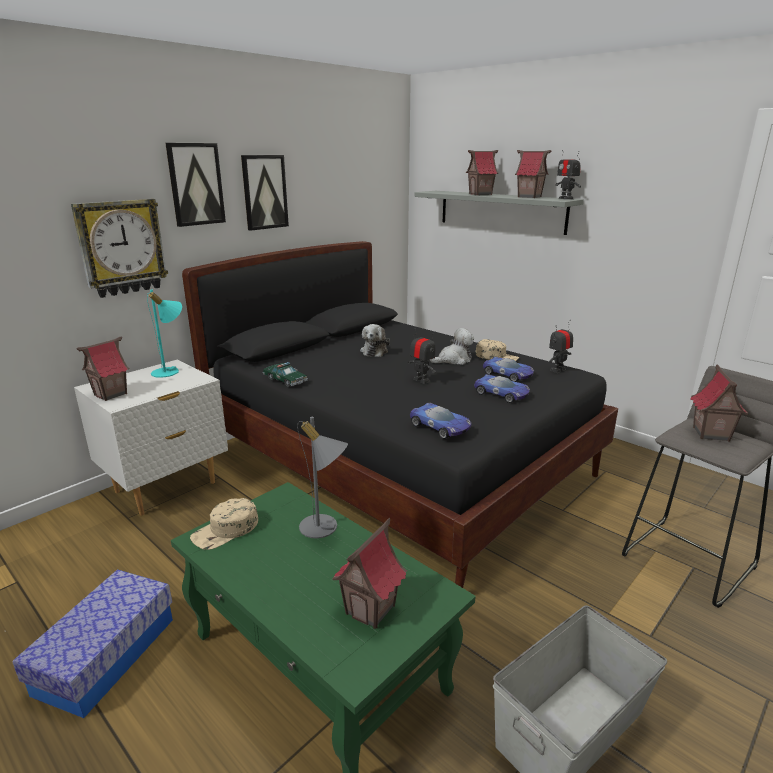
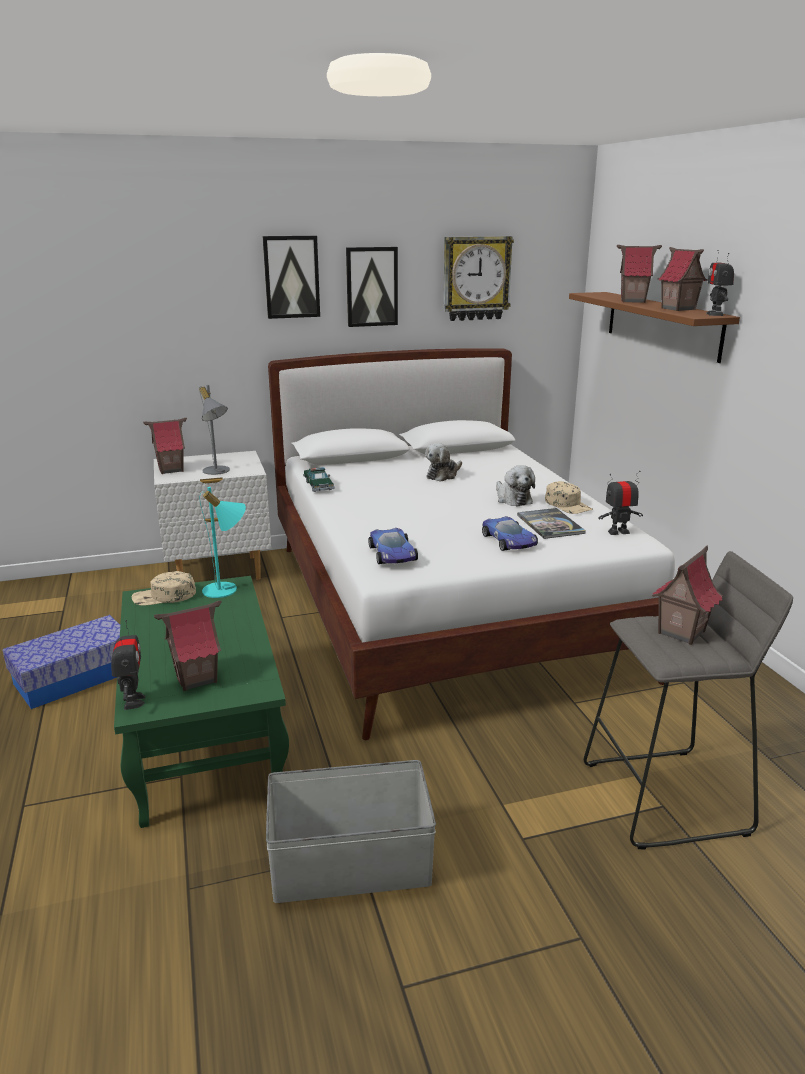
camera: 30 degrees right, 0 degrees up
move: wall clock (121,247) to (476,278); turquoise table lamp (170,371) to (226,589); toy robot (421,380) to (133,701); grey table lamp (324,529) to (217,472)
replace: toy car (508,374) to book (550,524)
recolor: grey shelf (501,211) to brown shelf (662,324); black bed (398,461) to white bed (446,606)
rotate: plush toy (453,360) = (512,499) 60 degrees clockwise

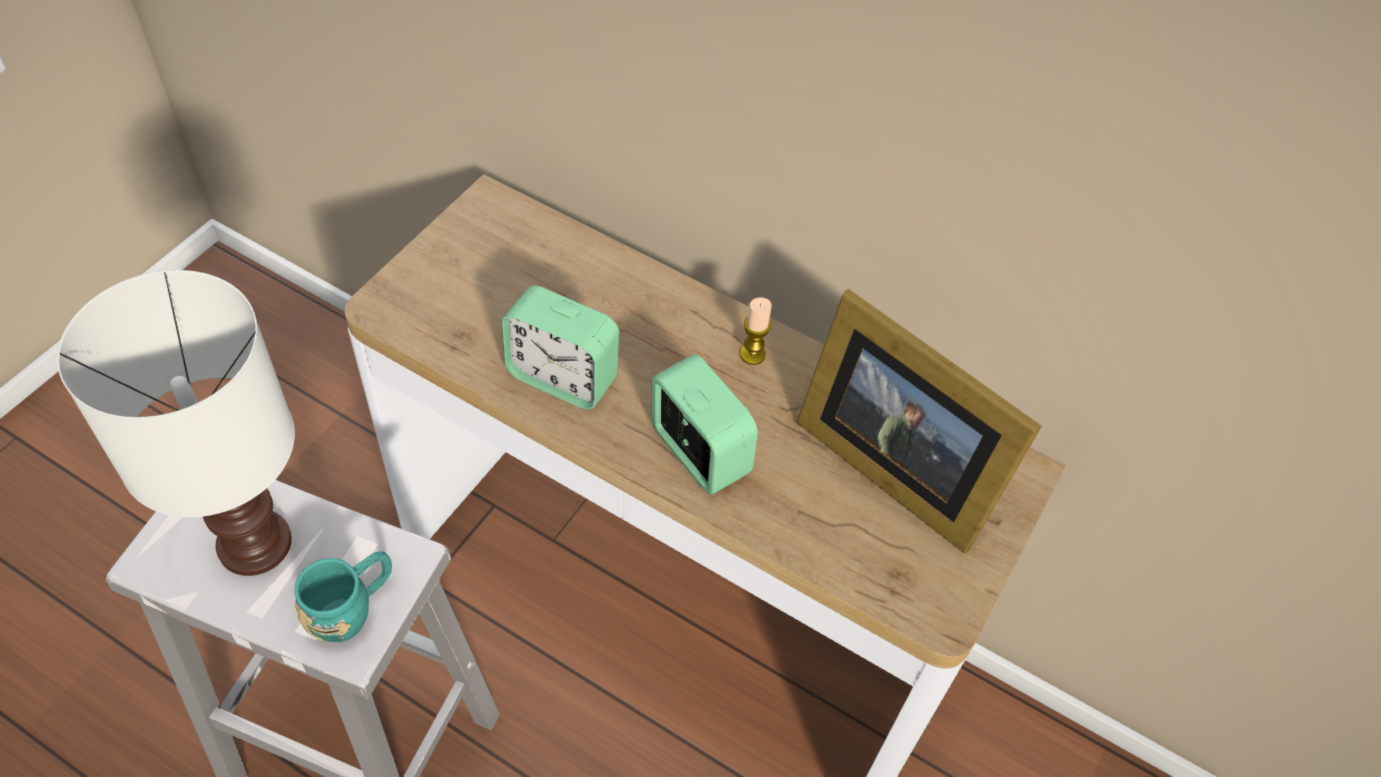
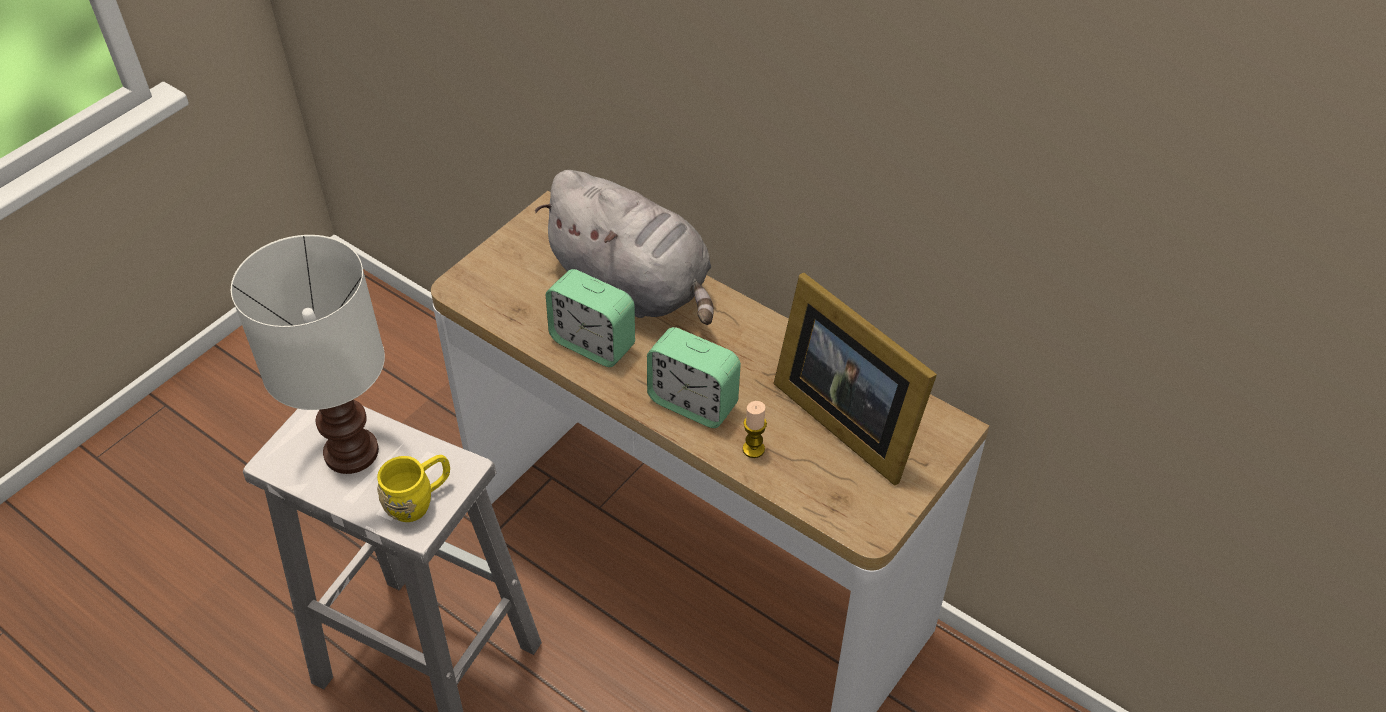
camera: 10 degrees right, 5 degrees down
insert: grey plush toy (634,286)
move: candle (752,354) to (753,449)
recolor: turquoise mug (353,609) to yellow mug (419,500)
rotate: alarm clock (699,453) = (693,403) 150 degrees clockwise

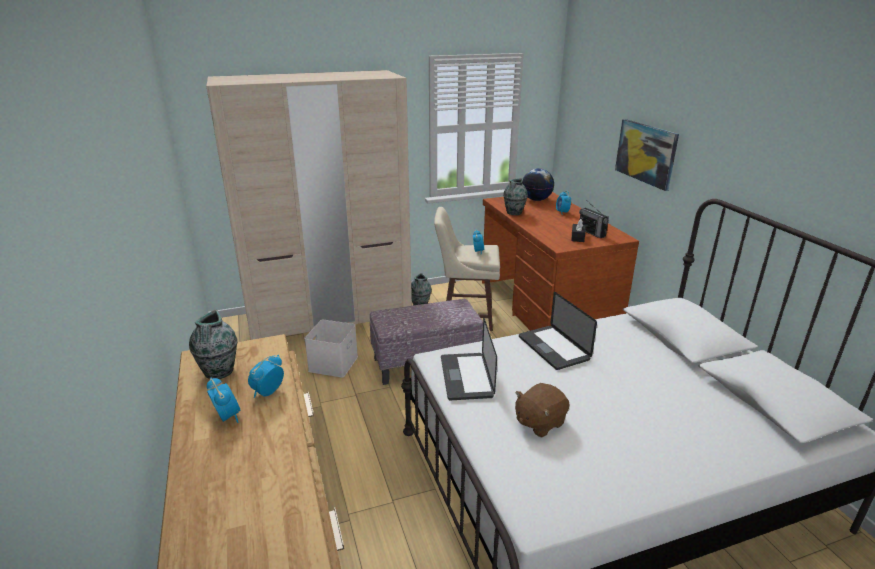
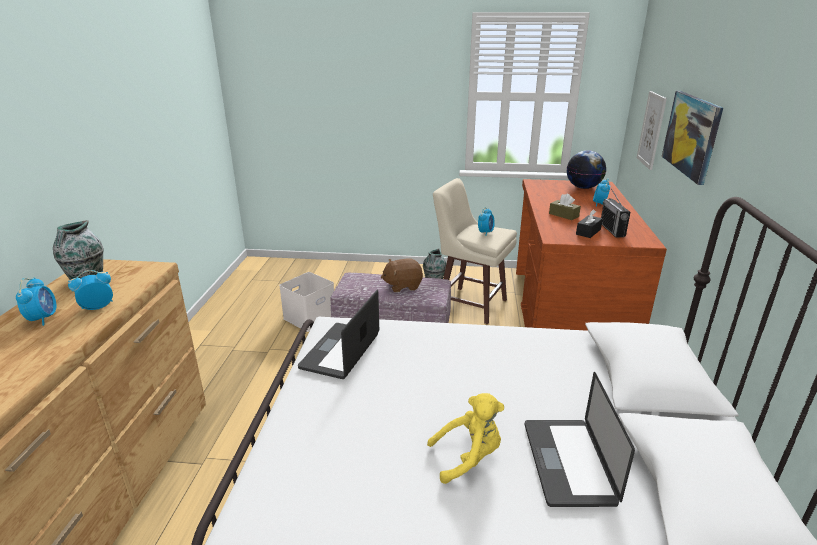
camera: 25 degrees right, 0 degrees up
delete: beige wardrobe (330,316); vase (514,213)
insert: picture (651,130); brown tissue box (563,215); yellow plush toy (468,457)
move: laptop (553,348) to (568,462); brown plush toy (539,422) to (402,286)

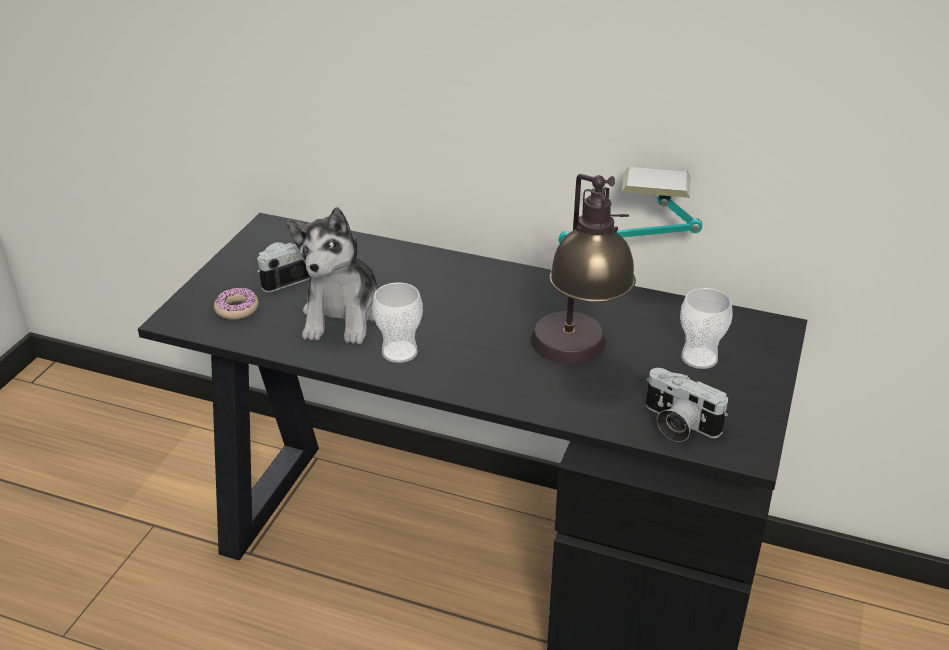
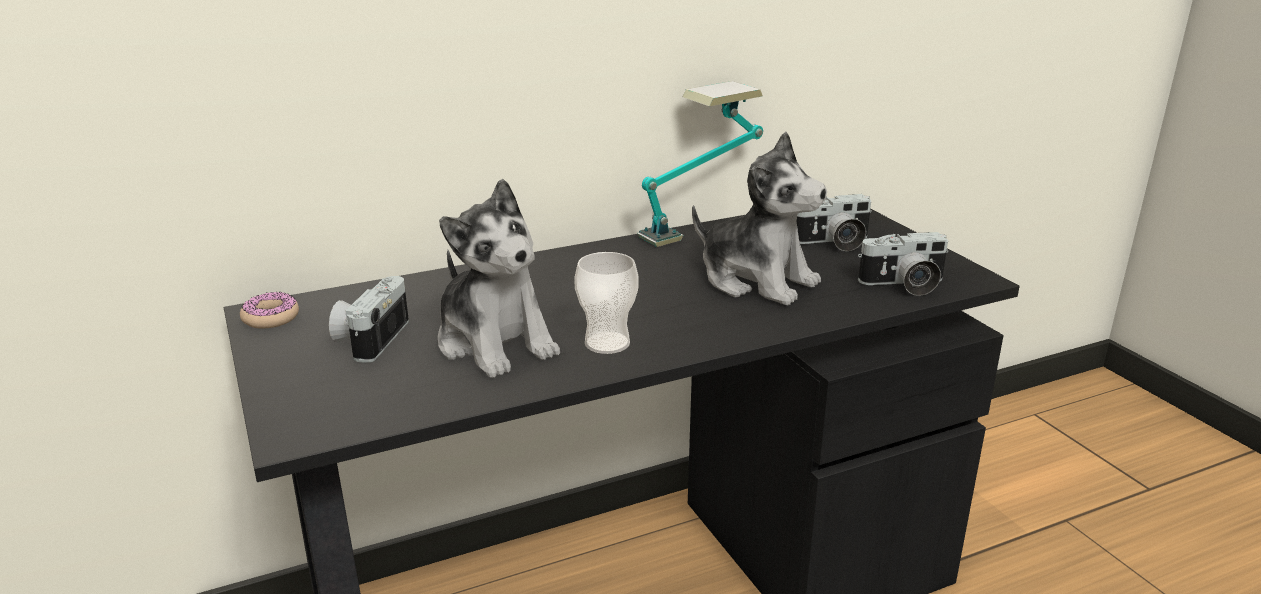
camera: 45 degrees left, 10 degrees down
move: donut (237,309) to (271,318)
replace: table lamp (576,358) to plush toy (757,280); cup (699,358) to photo camera (833,243)

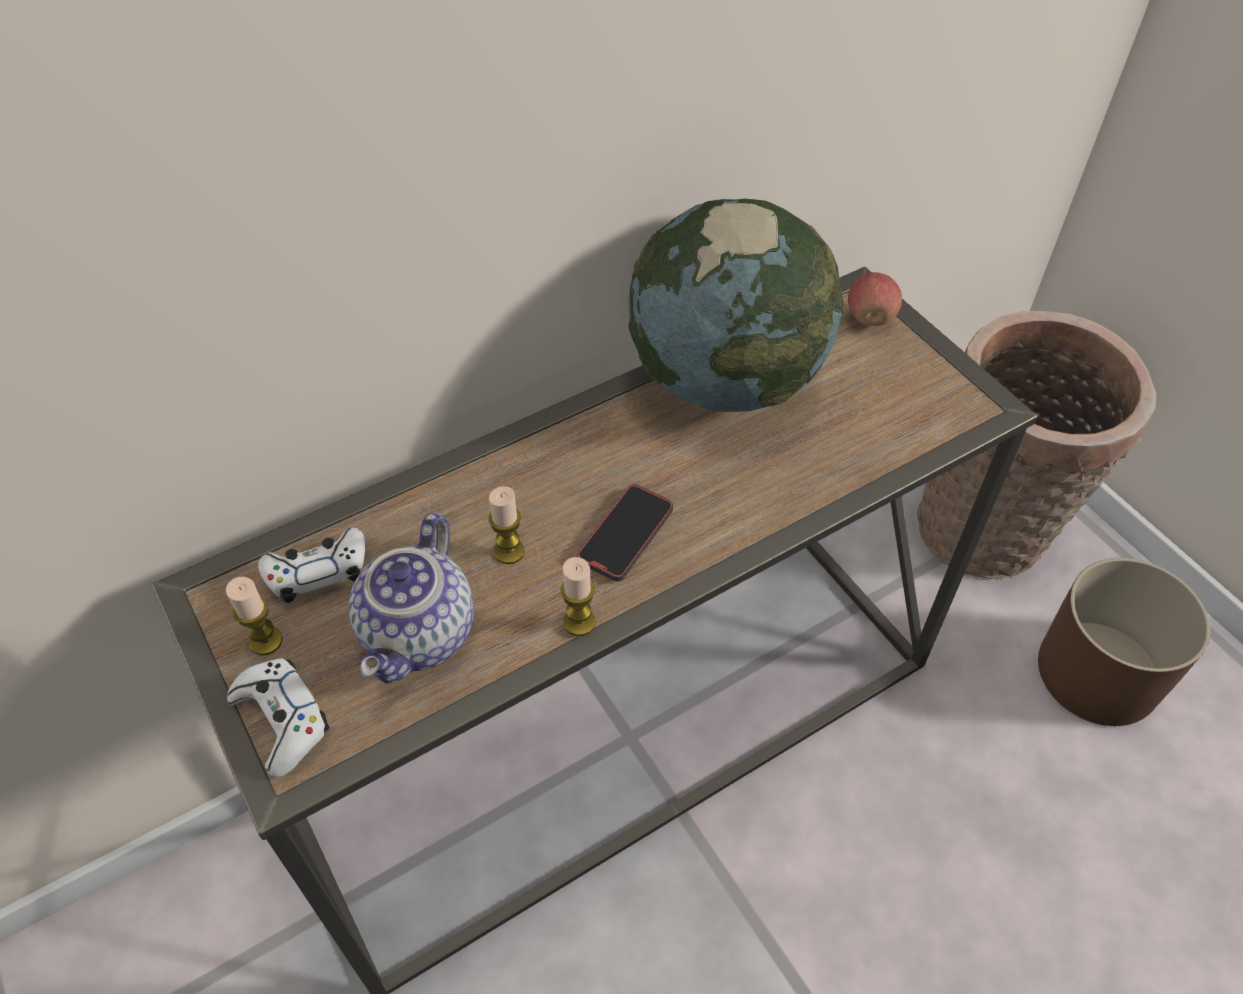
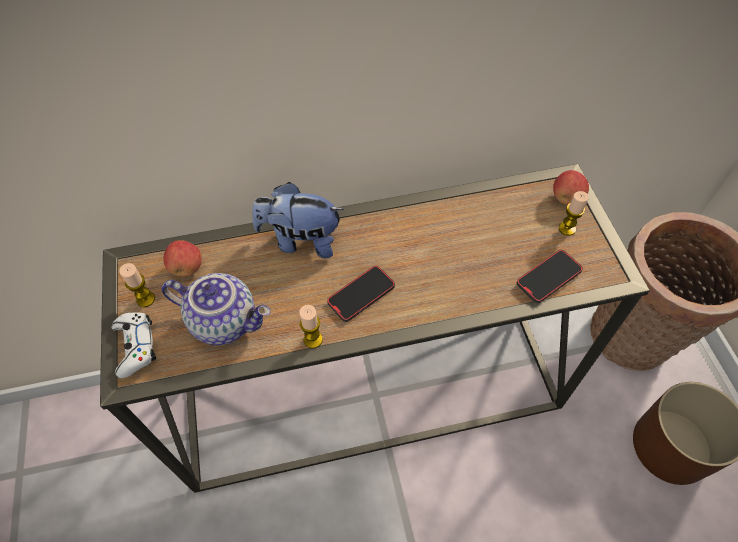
camera: 20 degrees right, 5 degrees up
delete: globe (727,381)
insert: plush toy (301,241); phone (548,277)
move: candle (509,551) to (567,228)
replace: white game controller (318,571) to apple (187,267)
rotate: teapot (421,635) = (225,320) 105 degrees counterclockwise

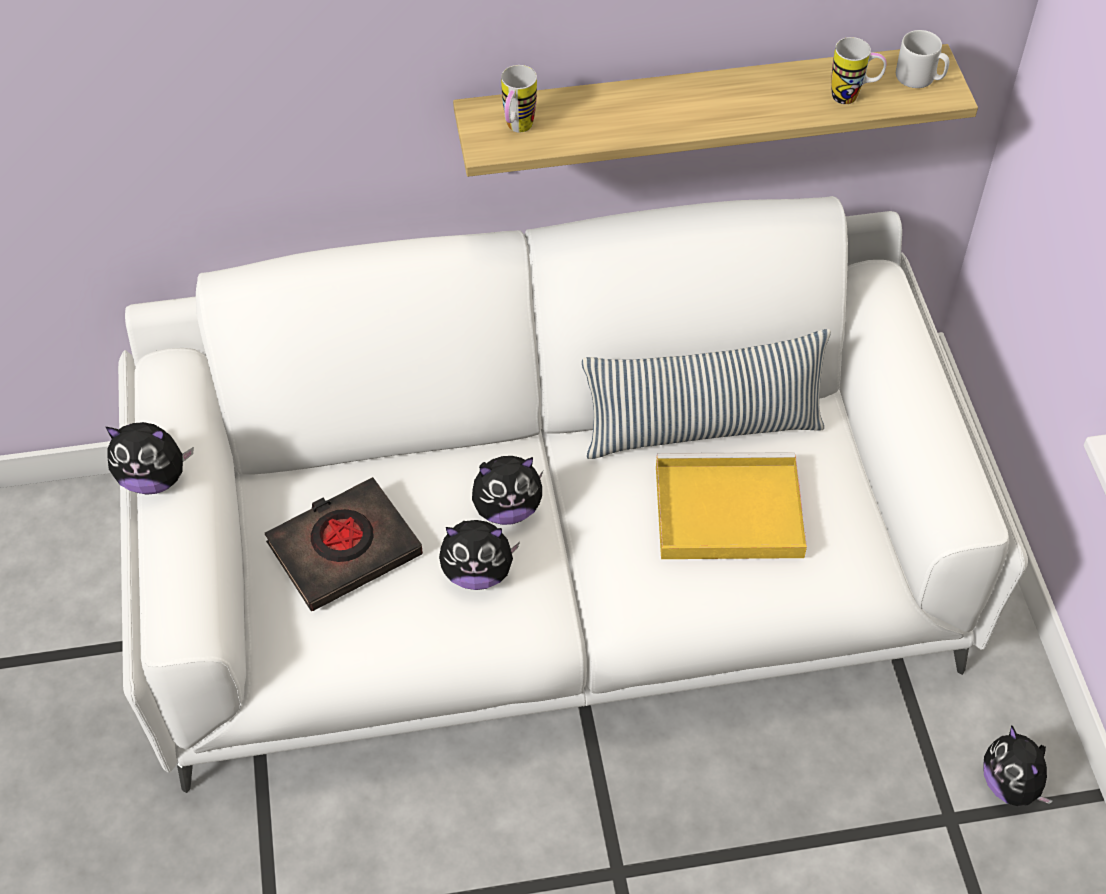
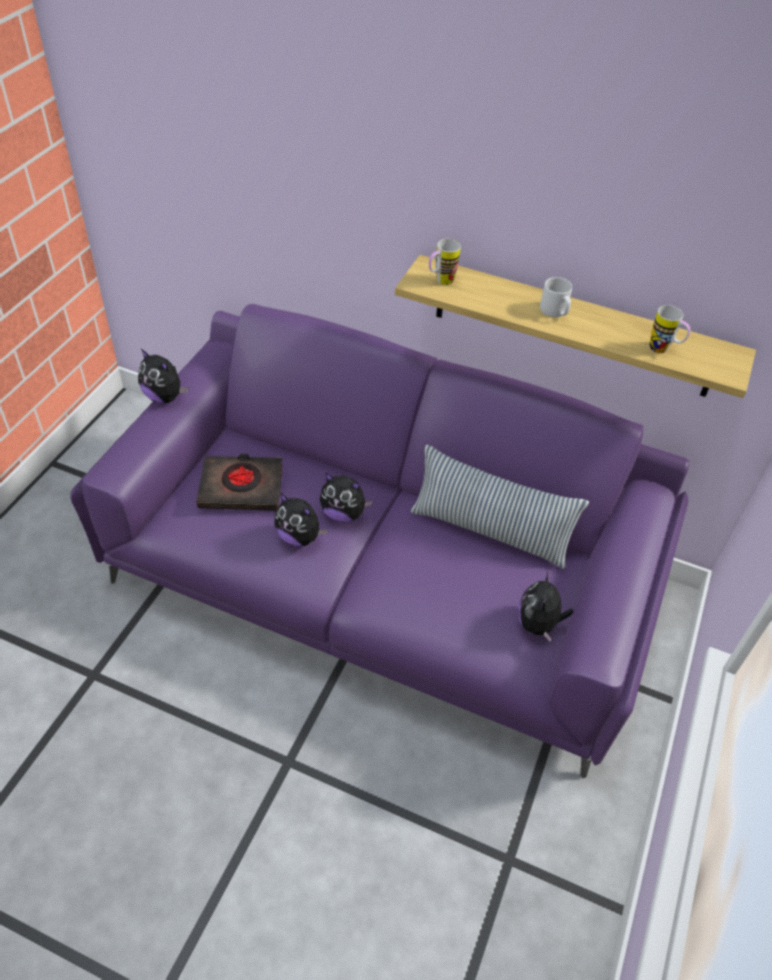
camera: 30 degrees right, 5 degrees down
delete: yellow tray (725,512)
move: grey mug (919,78) to (555,311); plush toy (1011,785) to (538,624)
recolor: white sofa (555,576) to purple sofa (381,584)

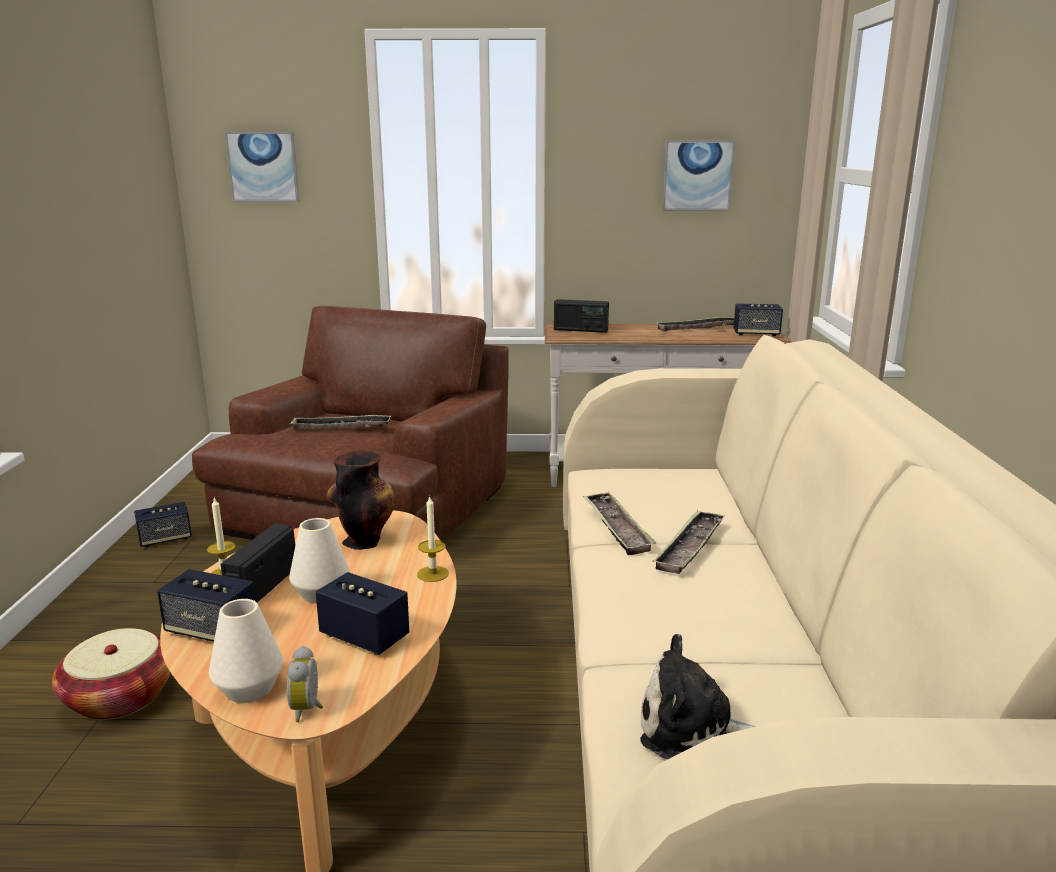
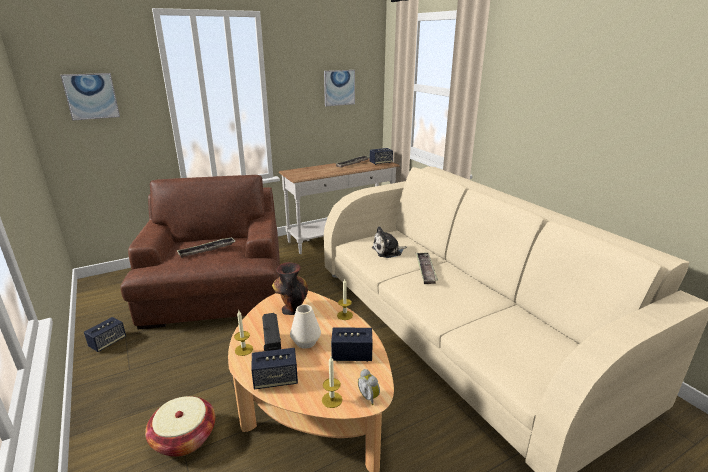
camera: 30 degrees left, 5 degrees up
delete: radio (580,330); tray (617,528)
move: plush toy (693,730) to (388,251)
replace: white vase (249,689) to candle (332,400)

